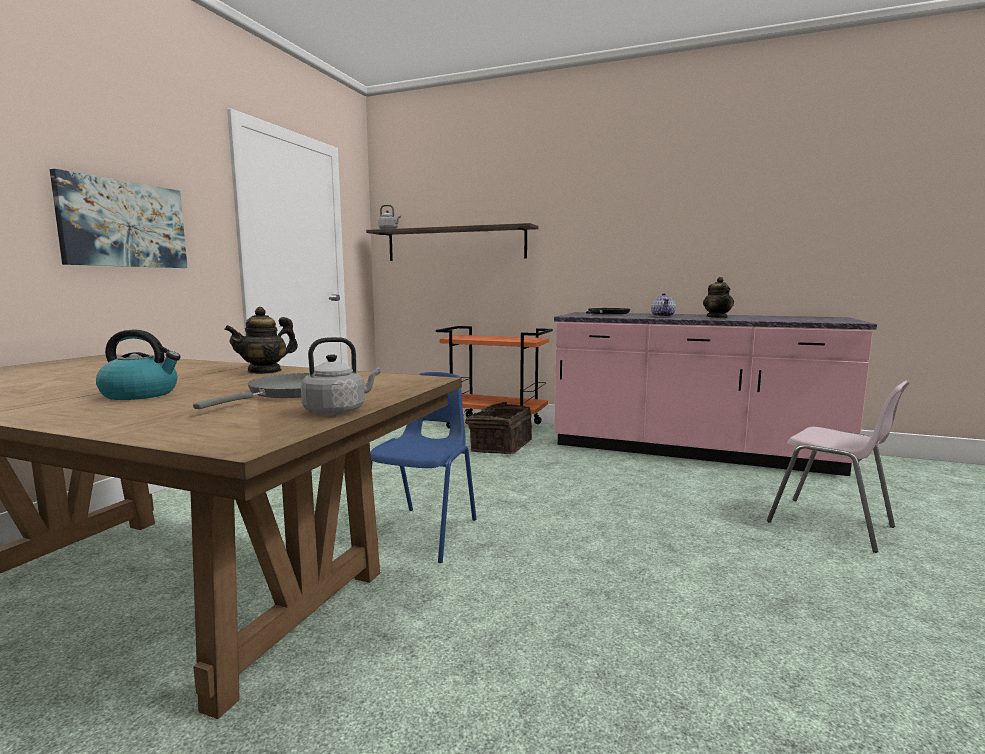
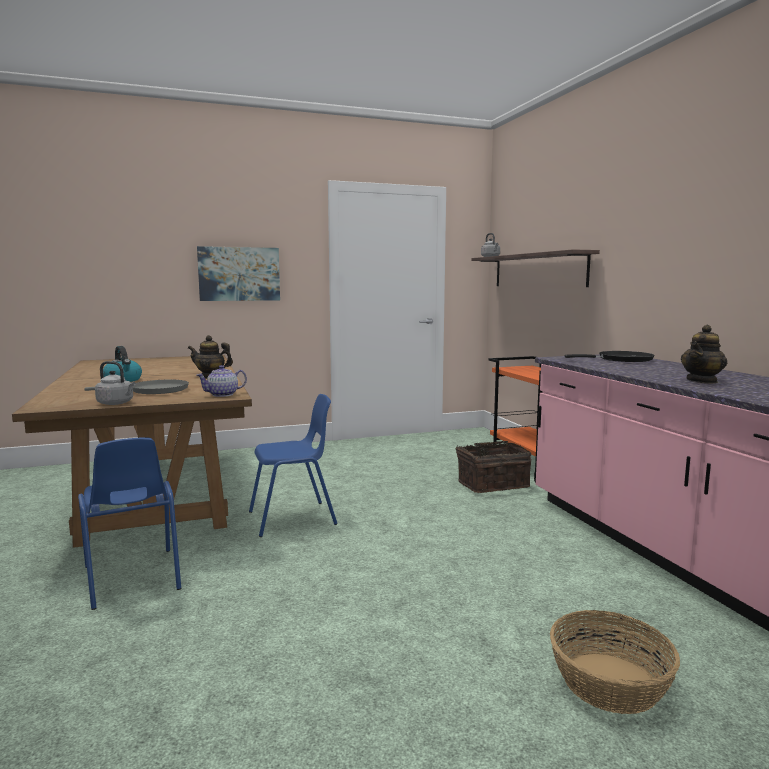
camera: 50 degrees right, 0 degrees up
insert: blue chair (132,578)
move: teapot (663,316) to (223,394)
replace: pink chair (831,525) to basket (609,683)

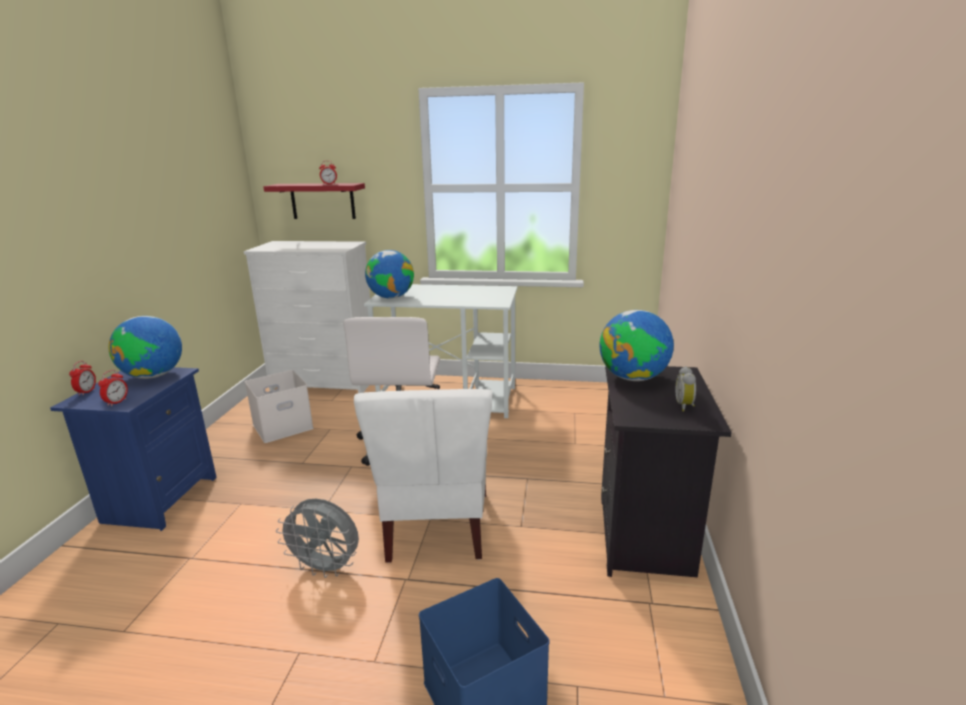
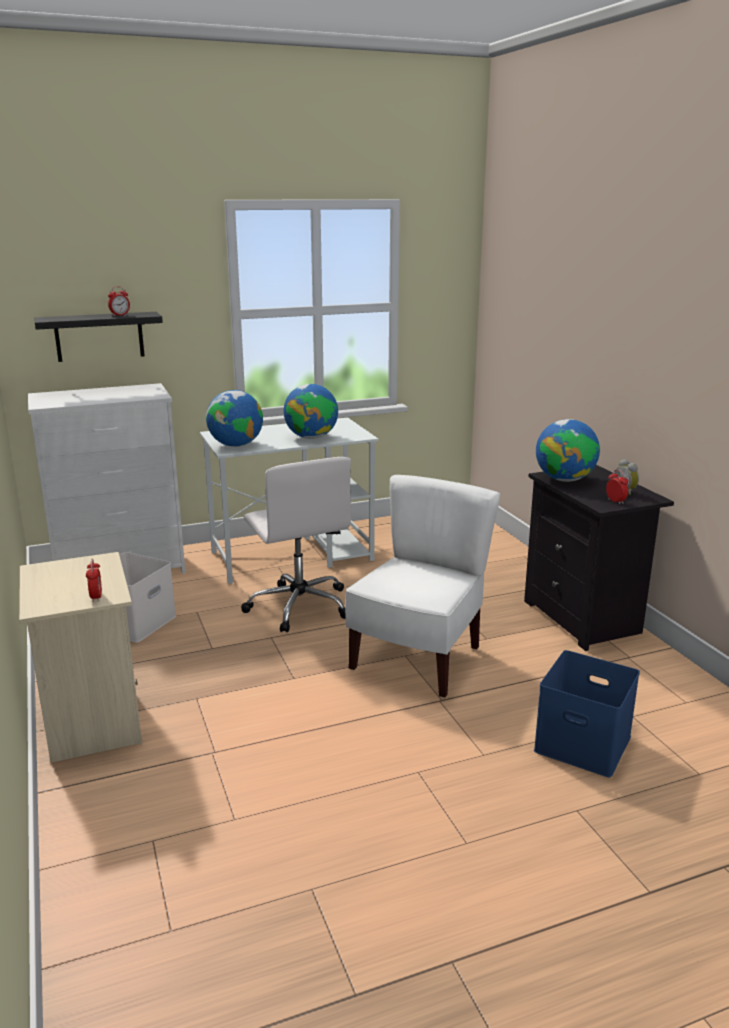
camera: 30 degrees left, 0 degrees up
delete: grey fan (326,568)
move: globe (154,376) to (311,437); alarm clock (87,392) to (615,501)
recolor: red shelf (322,201) to black shelf (99,336); blue nightstand (159,499) to beige nightstand (90,723)
rotate: white chair (436,527) = (418,659) 120 degrees counterclockwise

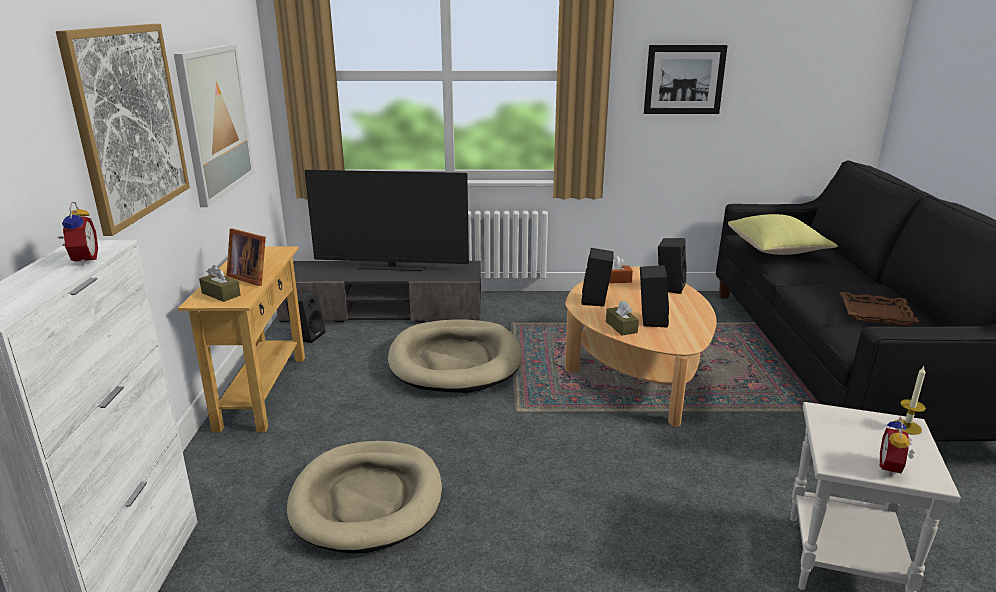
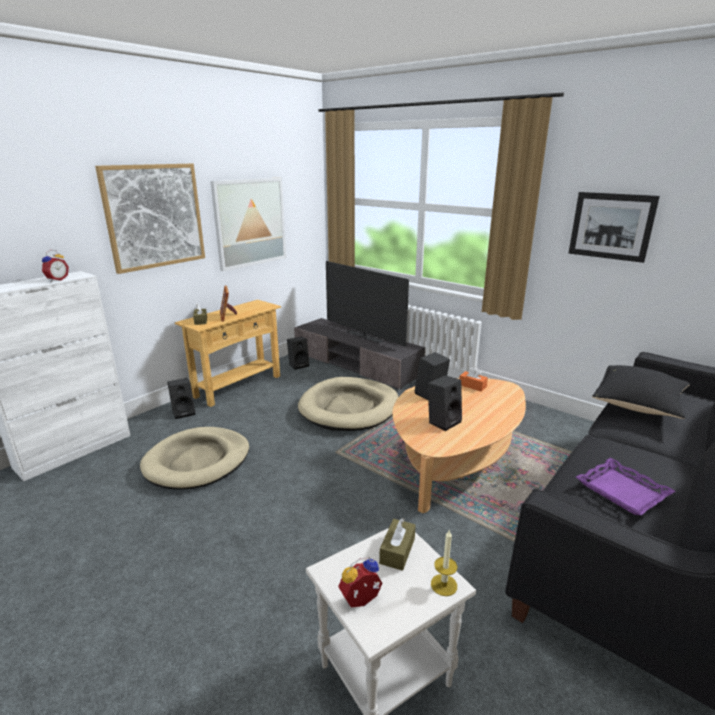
camera: 40 degrees right, 0 degrees up
move: black speaker (669,287) to (184,412); brown tissue box (621,327) to (397,551)
recolor: yellow pillow (777,251) to black pillow (638,406); brown tray (876,314) to purple tray (622,491)

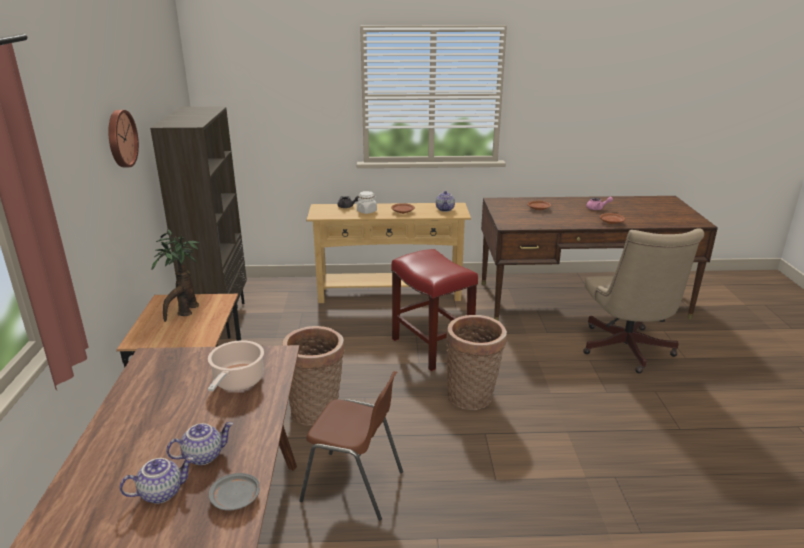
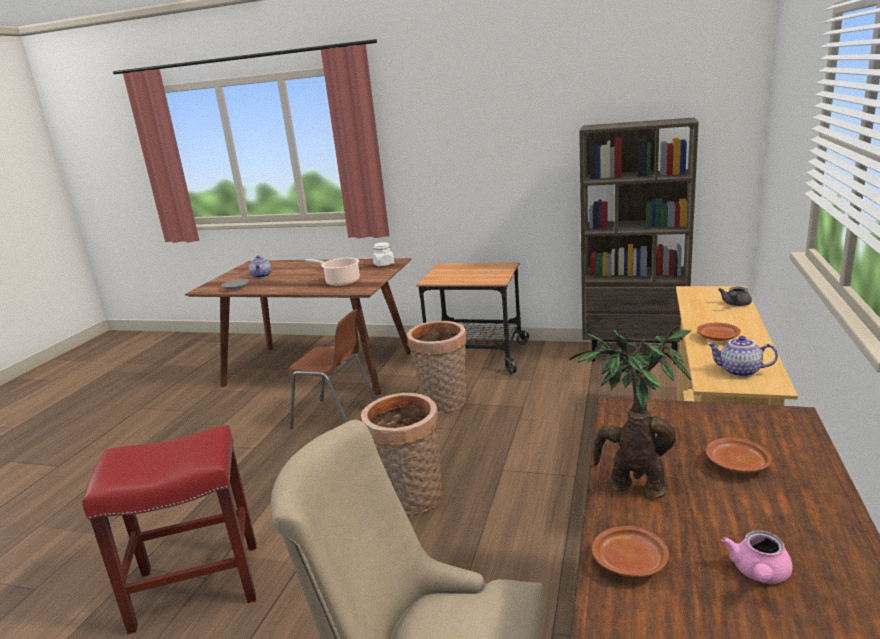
camera: 110 degrees right, 5 degrees down
delete: wall clock (120,138); teapot (203,455)
move: white jar (367,211) to (384,264); potted plant (184,312) to (631,484); red stool (433,347) to (196,586)
rotate: brown chair (354,486) = (336,417) 105 degrees counterclockwise

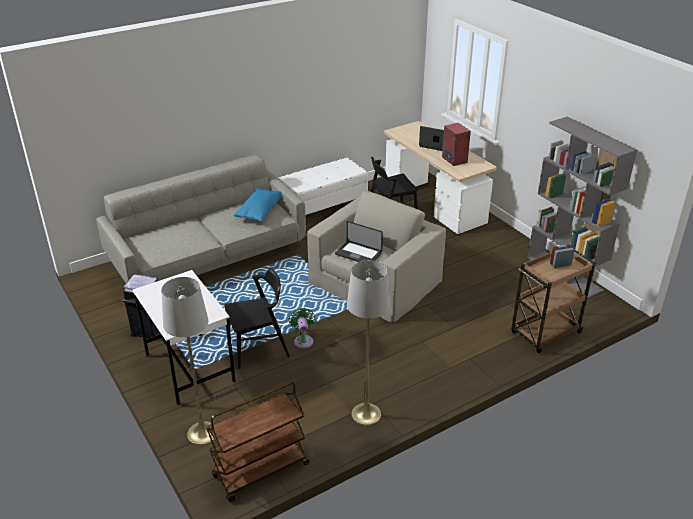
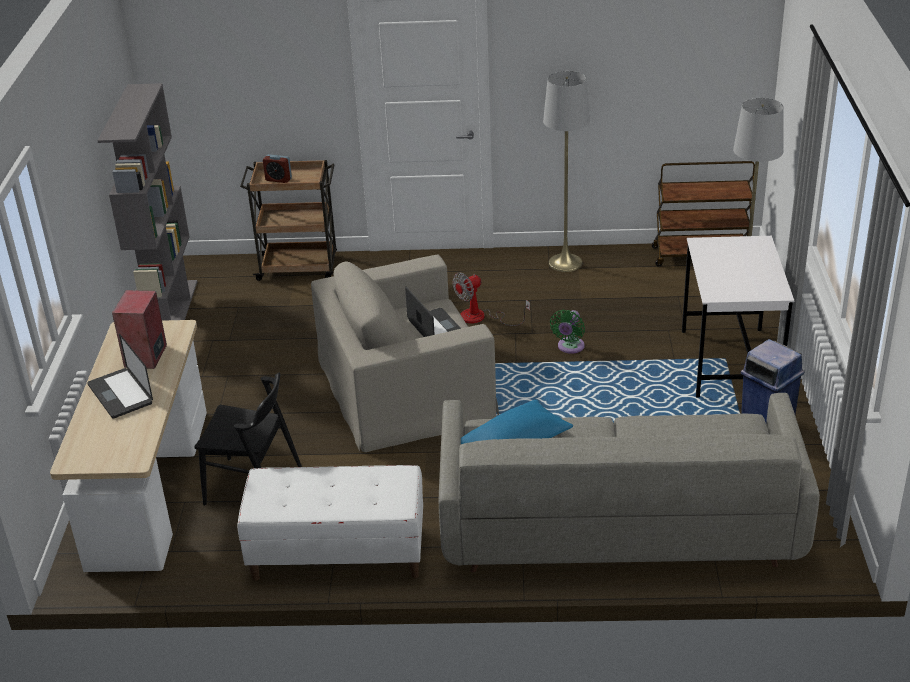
camera: 145 degrees left, 0 degrees up
delete: black chair (258,348)
insert: fan (481,317)

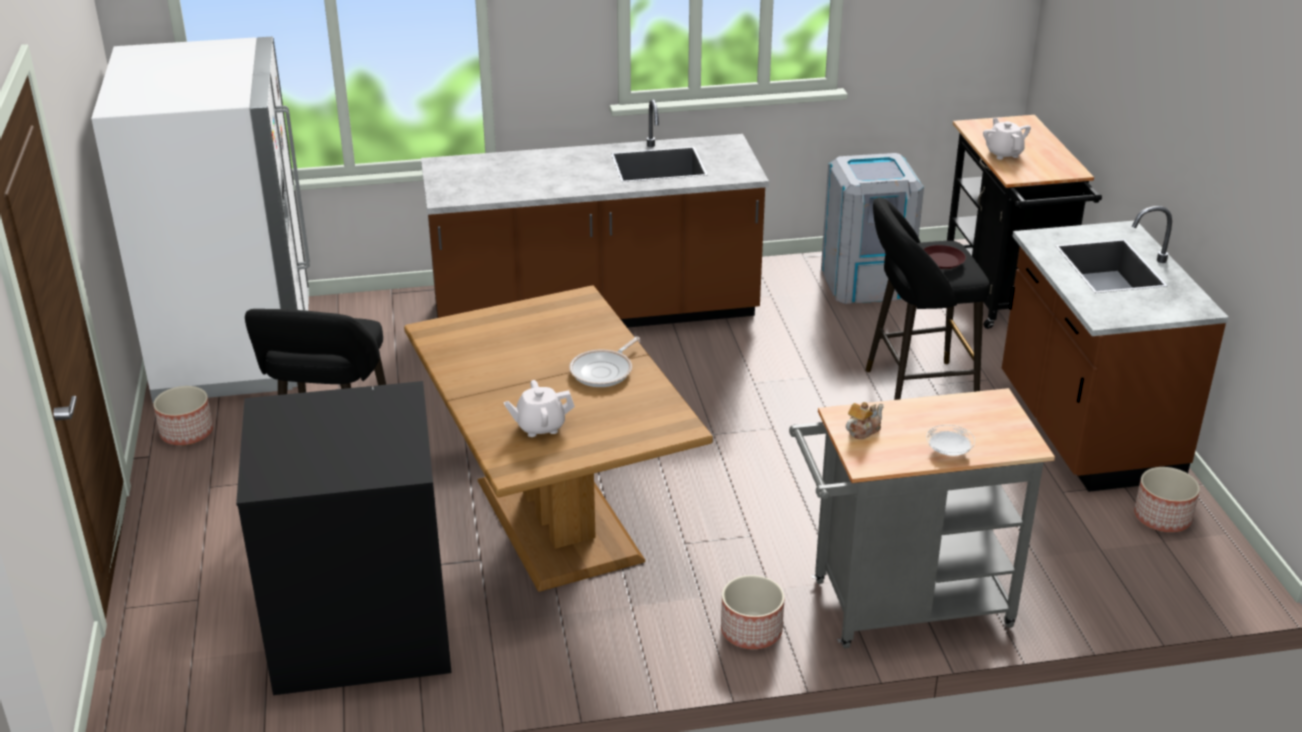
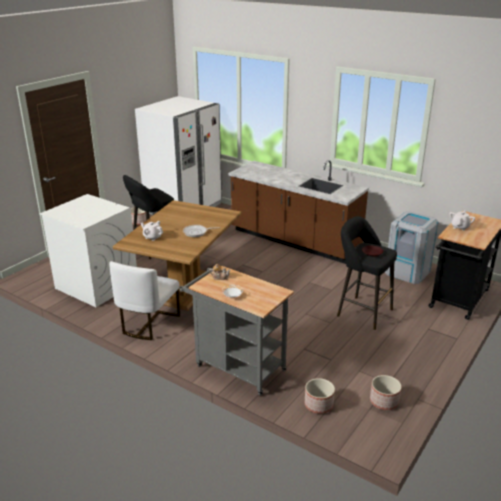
camera: 45 degrees right, 5 degrees down
delete: brown counter (1085,432)
insert: white chair (148,323)
move: planter (751,632) to (318,405)
recolor: black washing machine (359,628) to white washing machine (96,285)

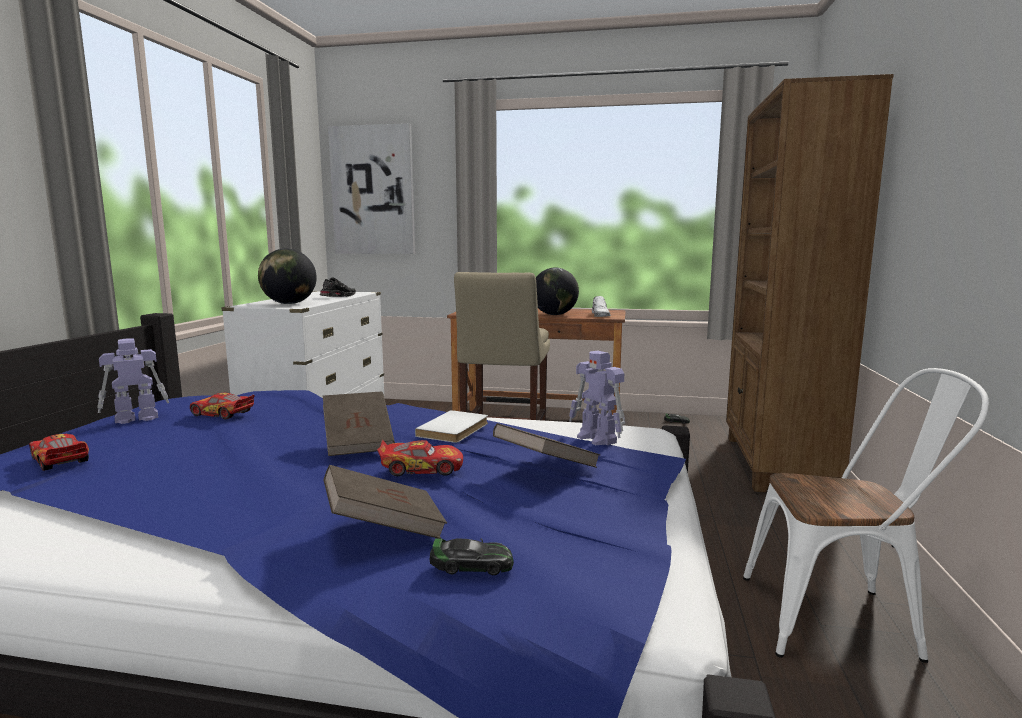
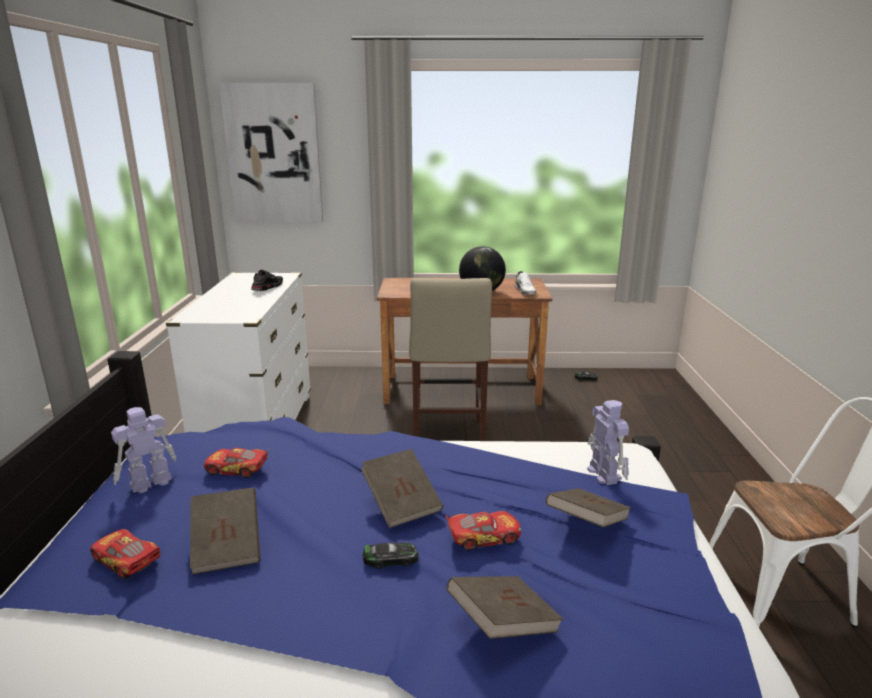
camera: 10 degrees left, 10 degrees up
delete: brown bookcase (776,465); globe (289,303); white book (455,430)
insert: brown book (227,546)
move: toy car (471,565) to (390,559)
rotate: toy robot (597,439) = (603,473) 150 degrees counterclockwise

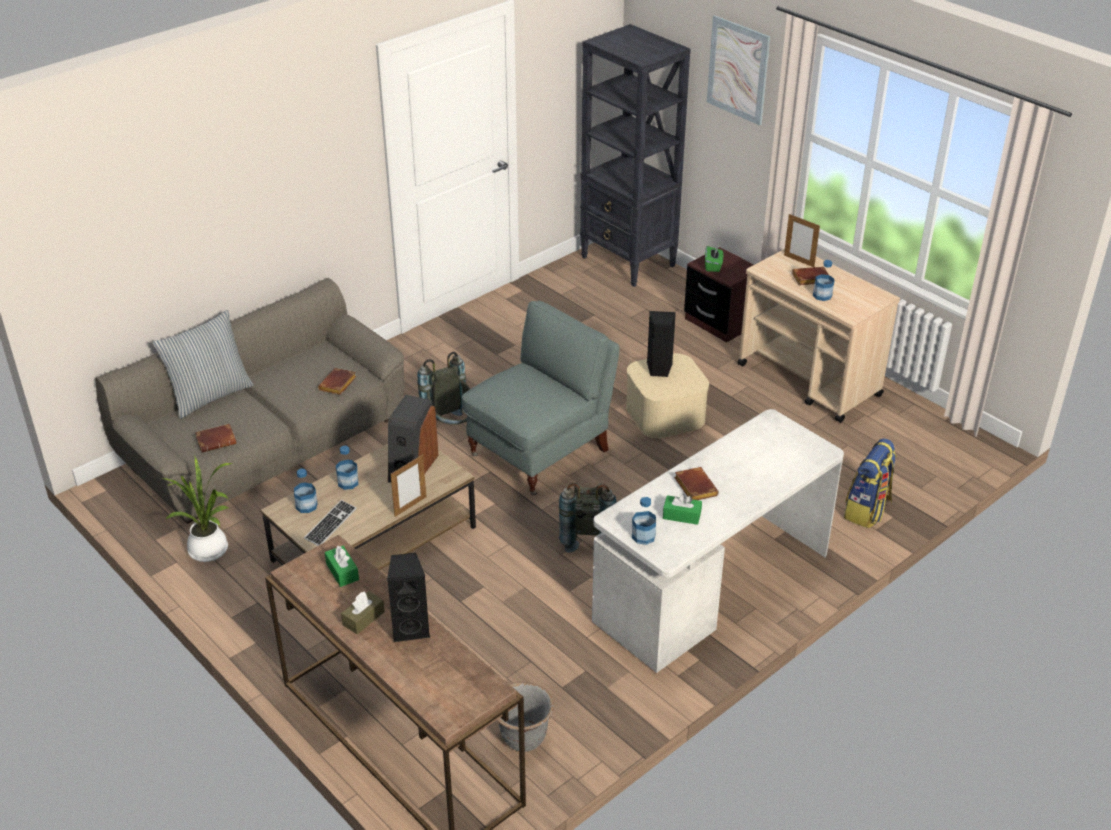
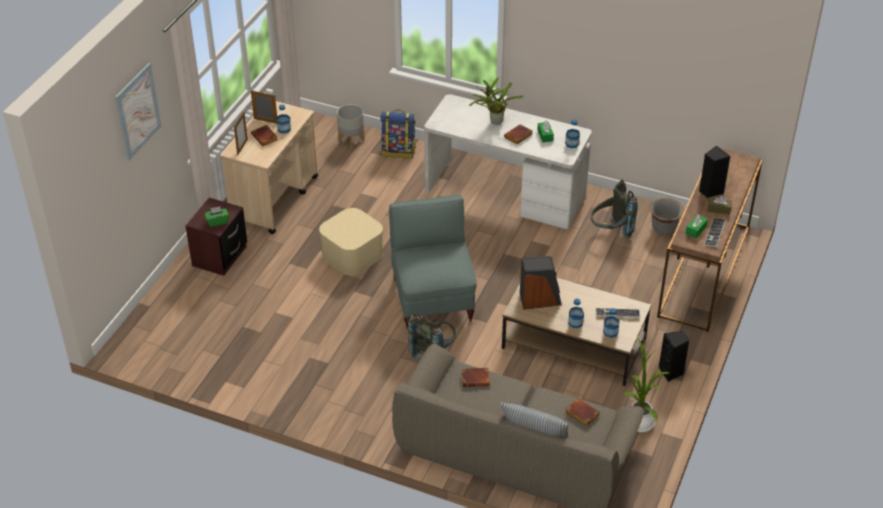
camera: 115 degrees left, 5 degrees up
delete: black bookcase (628,262)
insert: potted plant (494,121); grey planter (351,140); keyboard (714,233)
move: black speaker (659,369) to (671,372); picture frame (410,506) to (265,121); grey backpack (587,536) to (610,231)
rotate: grey armchair (540,452) = (432,299) 60 degrees clockwise

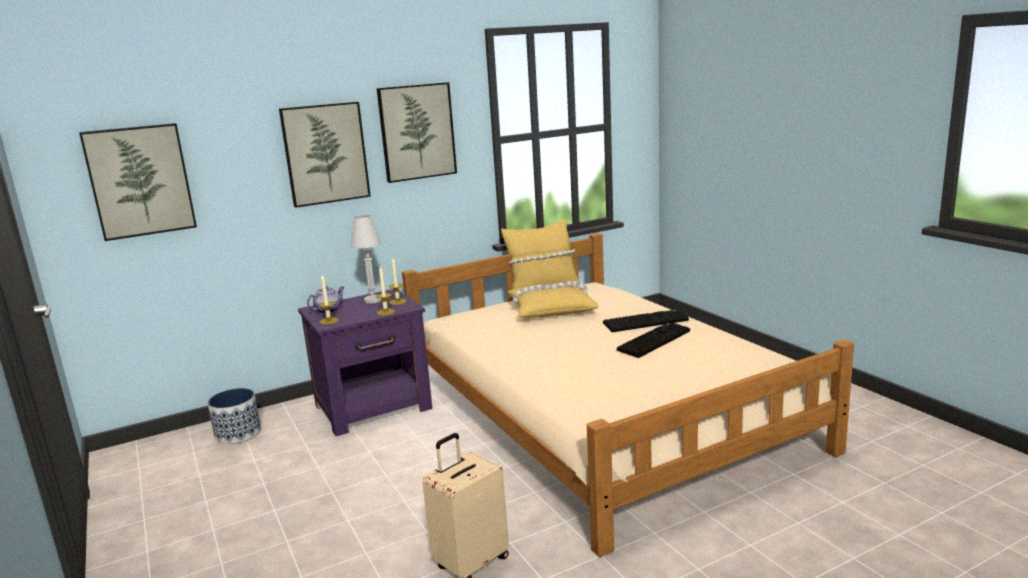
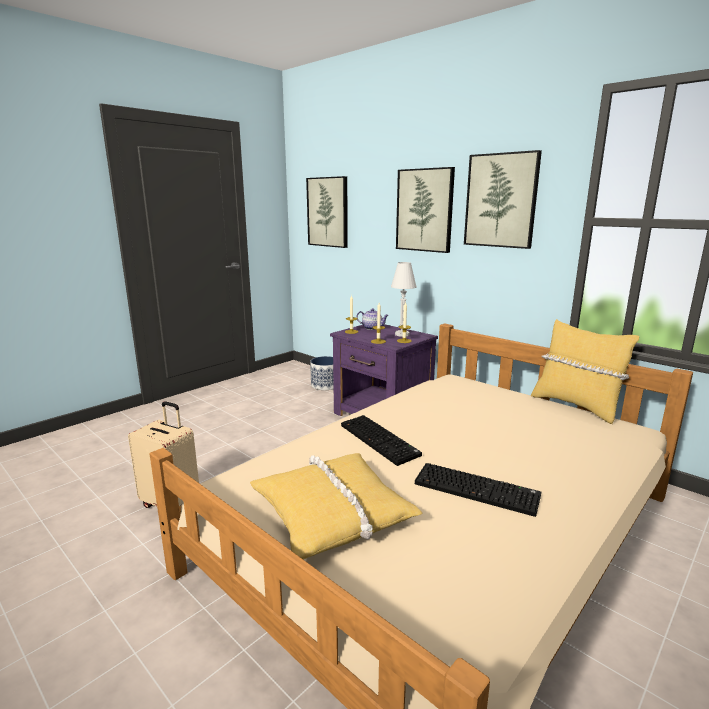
camera: 70 degrees right, 0 degrees up
move: yellow pillow (551,309) to (332,513); keyboard (646,321) to (380,440)

